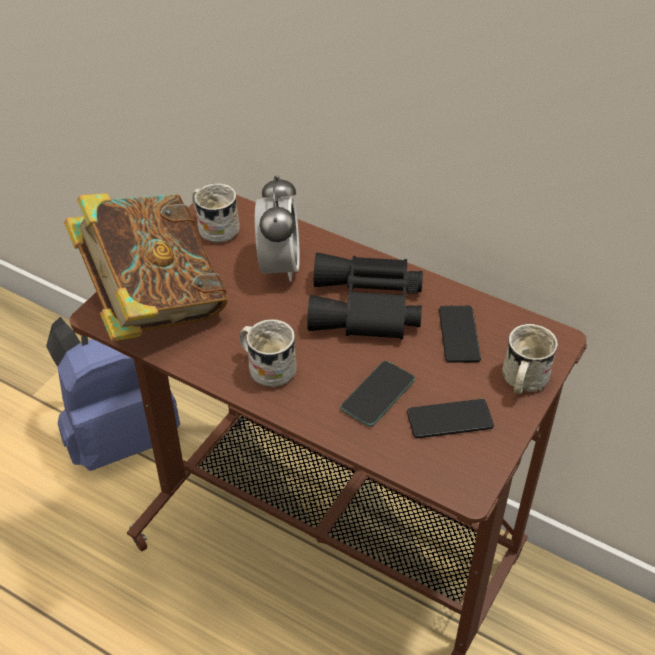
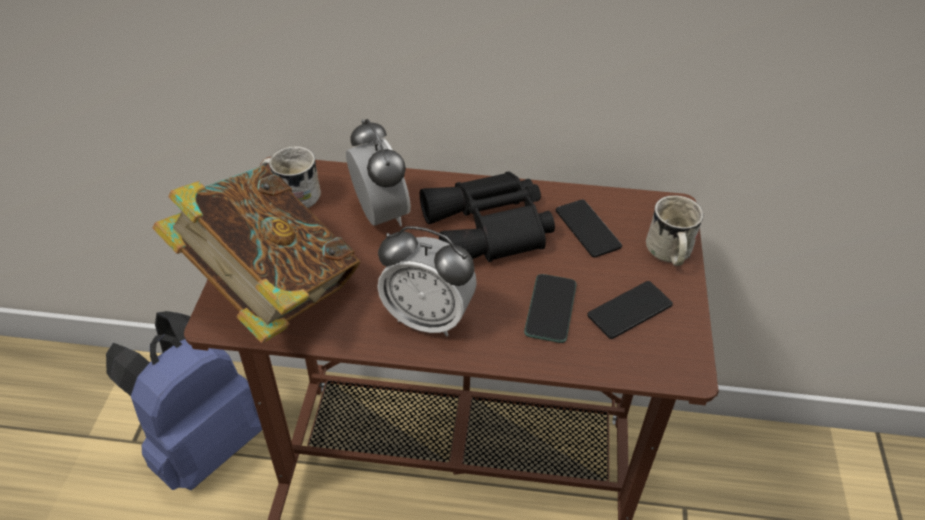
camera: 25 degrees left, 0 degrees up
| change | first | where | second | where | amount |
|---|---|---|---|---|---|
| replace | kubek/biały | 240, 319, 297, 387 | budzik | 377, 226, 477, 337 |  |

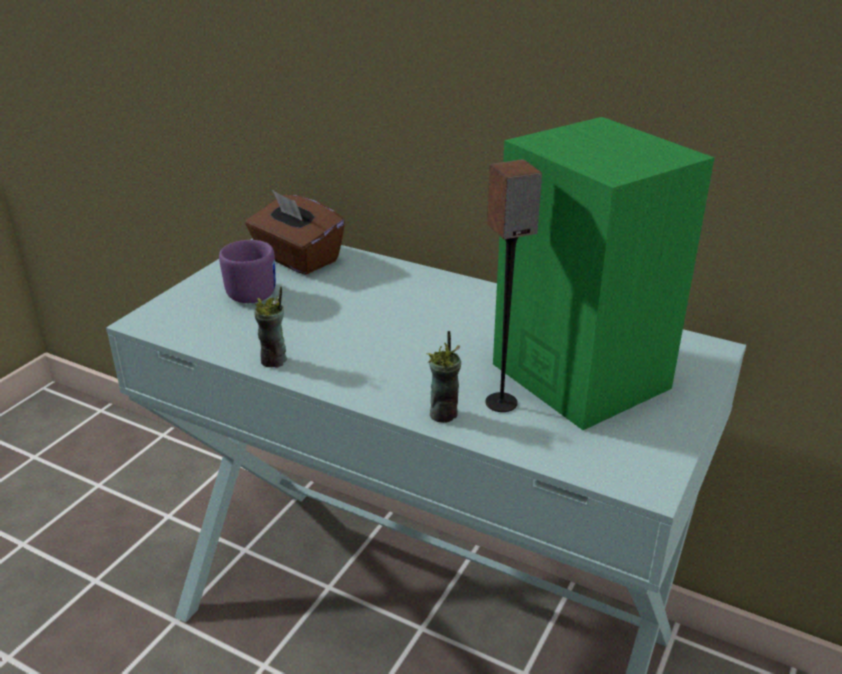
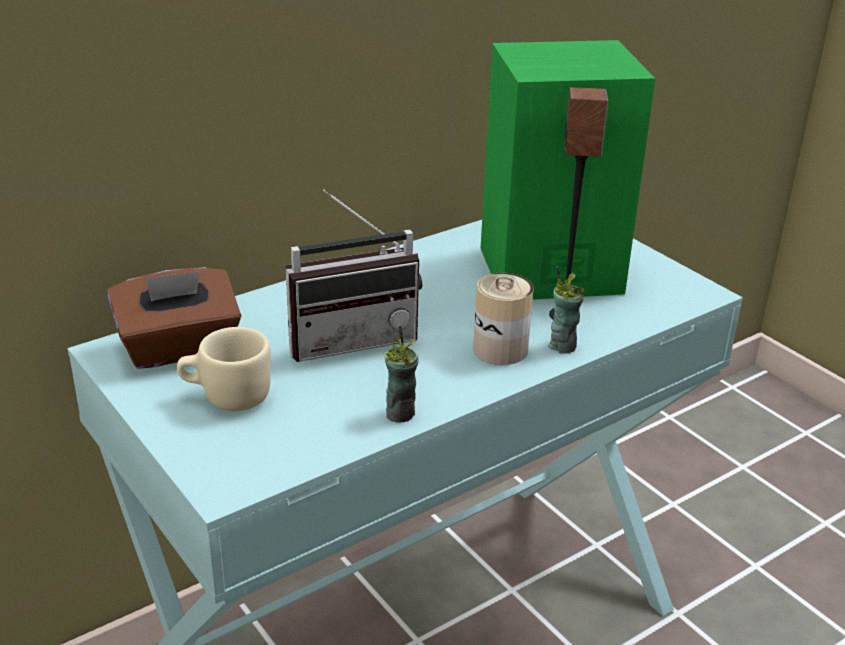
camera: 65 degrees left, 0 degrees up
| change | first | where | second | where | amount |
|---|---|---|---|---|---|
| insert |  |  | radio | 285, 189, 422, 362 |  |
| insert |  |  | puszka | 473, 273, 534, 365 |  |
| recolor | kubek/fioletowy | 219, 240, 276, 303 | kubek/beżowy | 177, 327, 270, 411 |  |

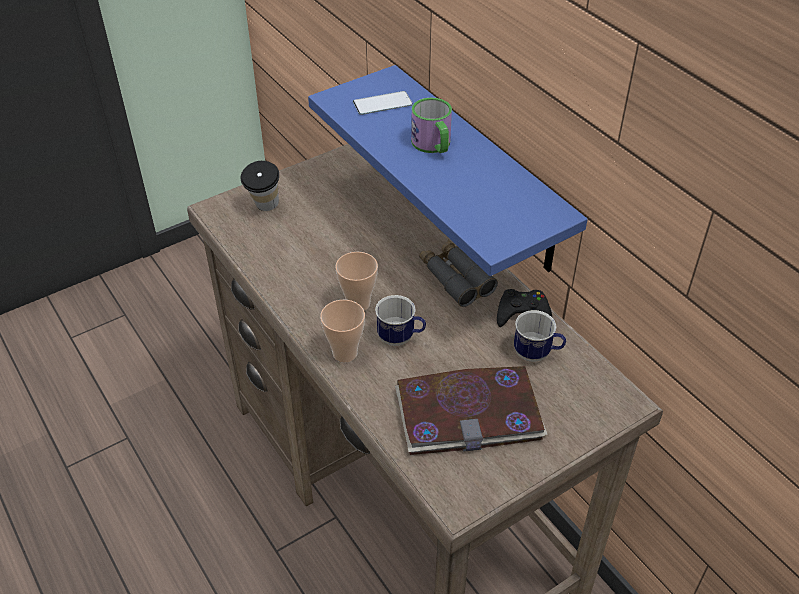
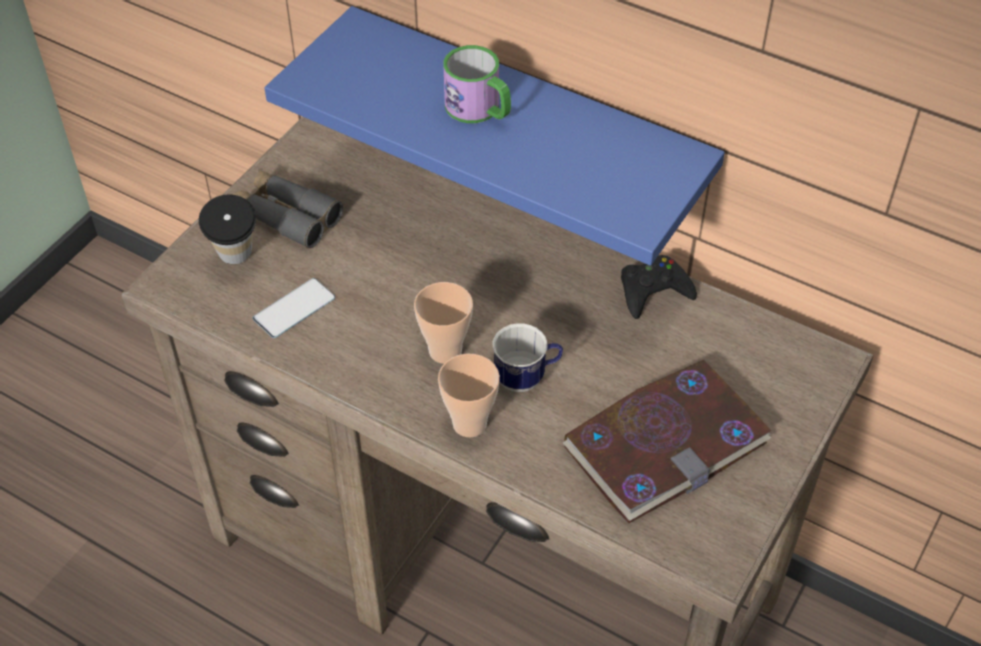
camera: 25 degrees left, 5 degrees up
| change | first | where | second | where | amount |
|---|---|---|---|---|---|
| delete | kubek | 514, 310, 566, 362 |  |  |  |
| move | telefon | 353, 91, 413, 115 |  | 253, 278, 335, 338 |  |
| move | lornetka/szary | 419, 240, 498, 307 |  | 232, 169, 343, 248 |  |

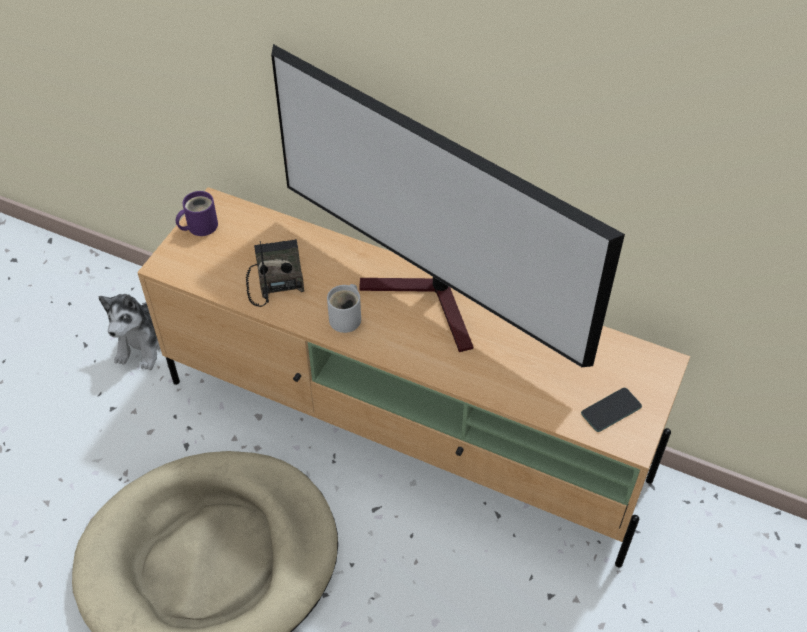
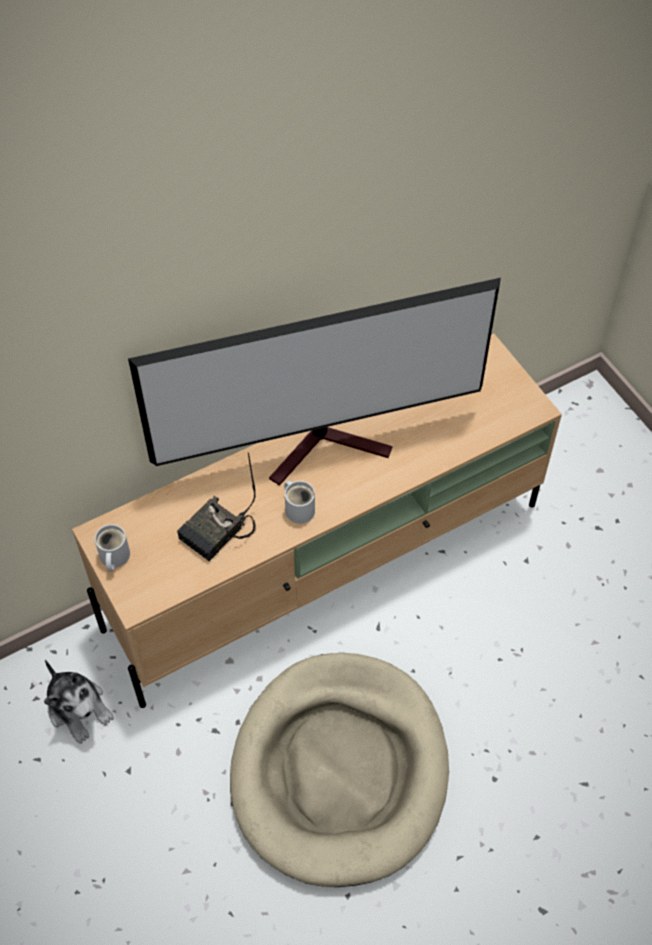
camera: 55 degrees left, 5 degrees up
| change | first | where | second | where | amount |
|---|---|---|---|---|---|
| delete | telefon | 581, 388, 642, 432 |  |  |  |
| recolor | kubek/fioletowy | 176, 191, 218, 236 | kubek/biały | 95, 524, 130, 571 |  |
| rotate | radio | 246, 239, 304, 307 |  | 177, 452, 256, 561 | 75 degrees counterclockwise |

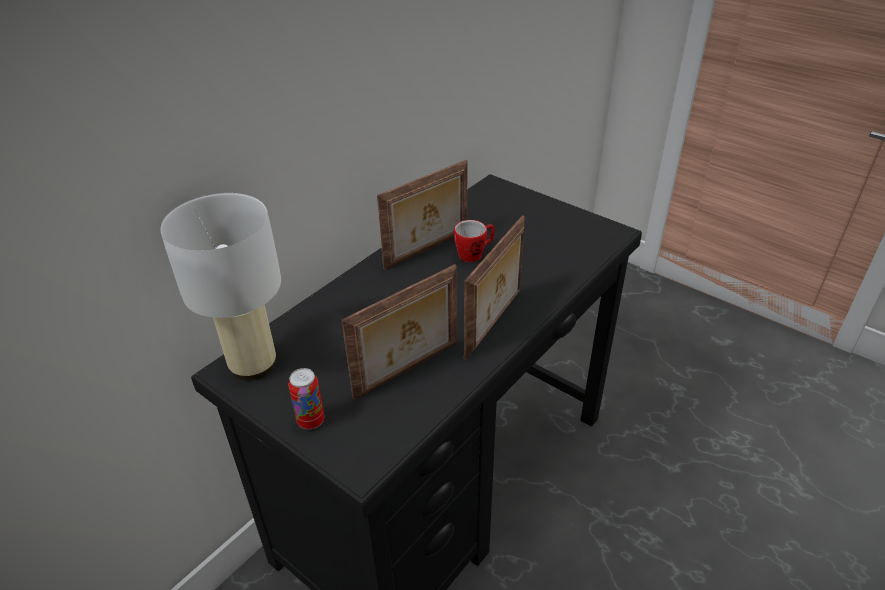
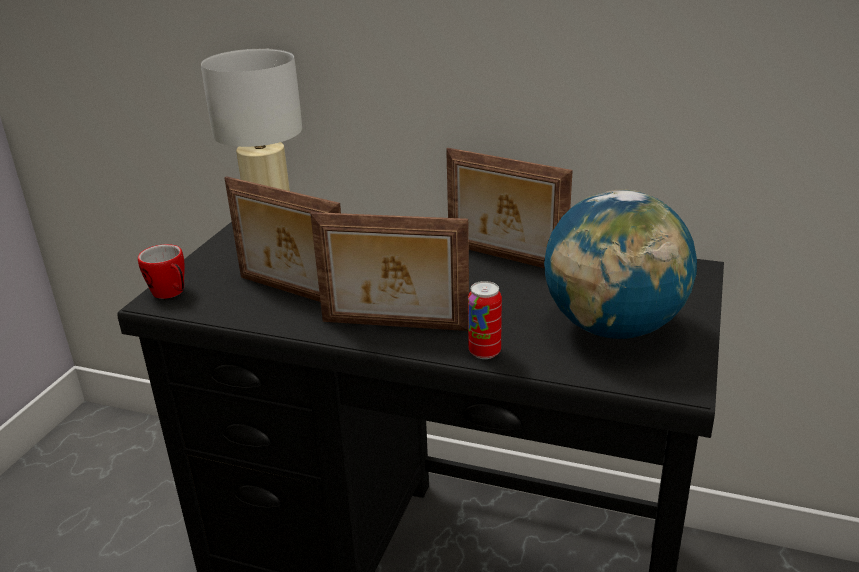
camera: 70 degrees right, 10 degrees down
| change | first | where | second | where | amount |
|---|---|---|---|---|---|
| insert |  |  | globus | 544, 190, 697, 339 |  |
| move | puszka | 289, 368, 324, 430 |  | 468, 281, 502, 359 |  |
| move | kubek | 454, 220, 495, 262 |  | 138, 244, 185, 299 |  |

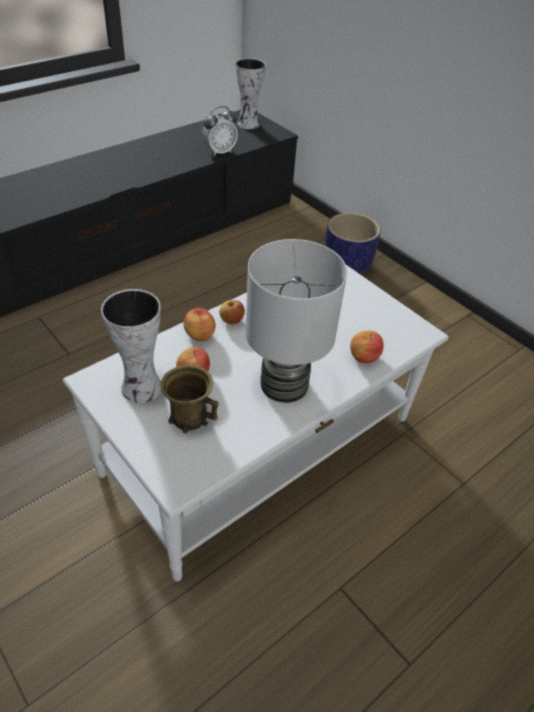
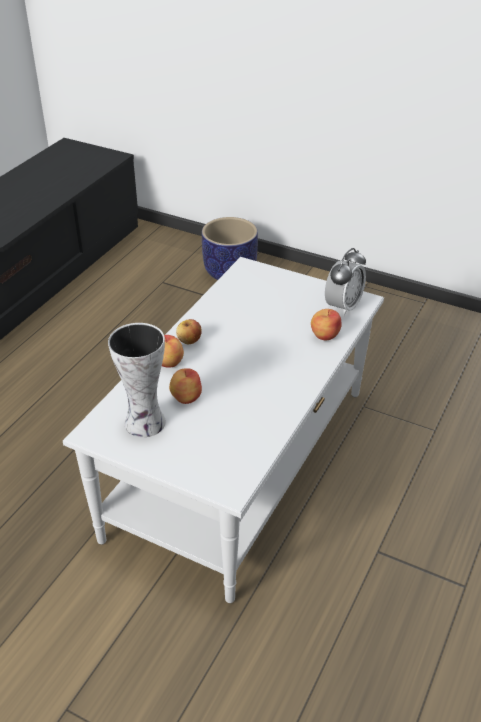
camera: 20 degrees left, 5 degrees down
| change | first | where | second | where | amount |
|---|---|---|---|---|---|
| delete | kubek/brązowy | 160, 365, 219, 433 |  |  |  |
| delete | wazon | 235, 58, 266, 129 |  |  |  |
| delete | lampa stołowa/szary | 245, 239, 347, 403 |  |  |  |
| move | budzik | 202, 106, 238, 157 |  | 325, 248, 366, 316 |  |

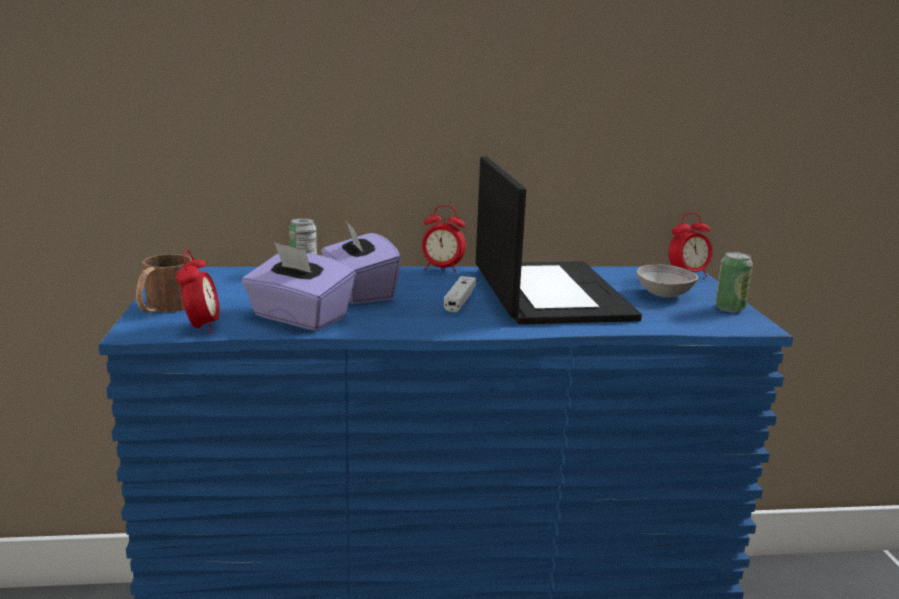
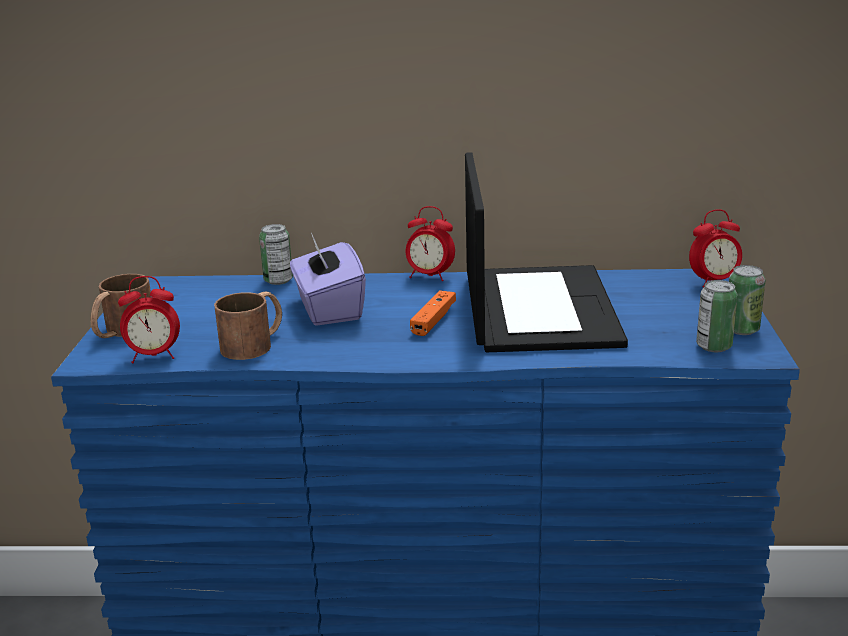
camera: 10 degrees right, 5 degrees up
| change | first | where | second | where | amount |
|---|---|---|---|---|---|
| delete | miska/szary | 637, 265, 698, 297 |  |  |  |
| insert |  |  | puszka | 696, 280, 738, 352 |  |
| replace | pudełko chusteczek/fioletowy | 242, 242, 356, 331 | kubek/brązowy | 214, 292, 282, 360 |  |
| recolor | pad do gier/biały | 444, 276, 476, 312 | pad do gier/pomarańczowy | 410, 290, 456, 336 |  |
| rotate | budzik | 176, 249, 220, 334 |  | 118, 276, 180, 363 | 75 degrees clockwise |

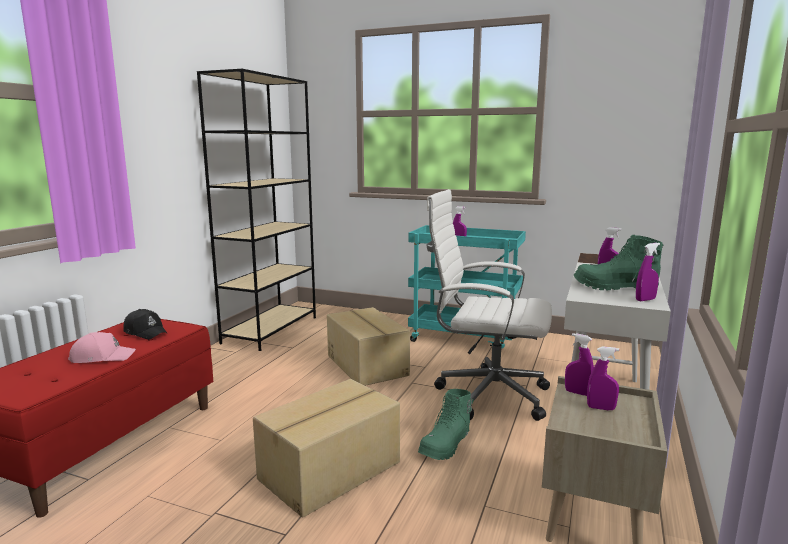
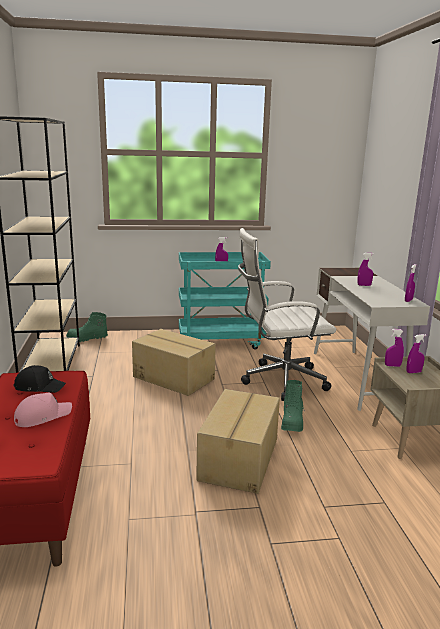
camera: 30 degrees left, 5 degrees up
| change | first | where | second | where | amount |
|---|---|---|---|---|---|
| move | but z cholewką/zielony | 574, 234, 663, 290 |  | 66, 312, 108, 342 |  |

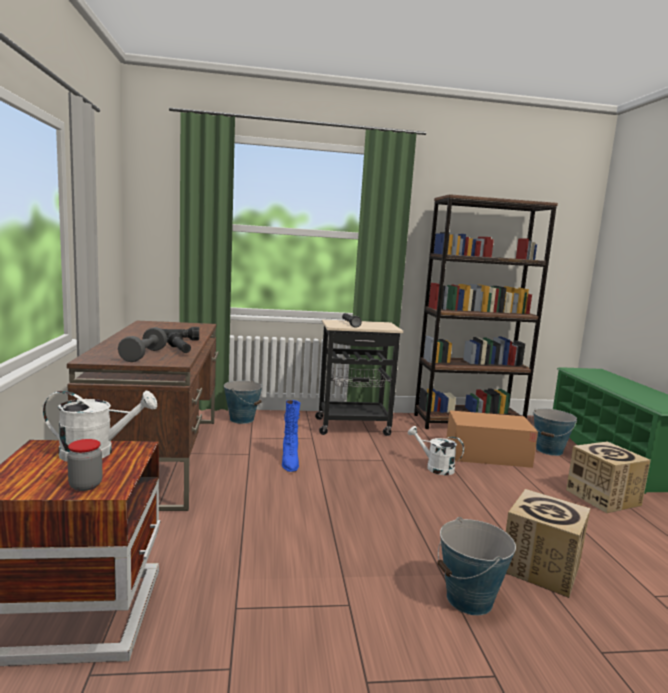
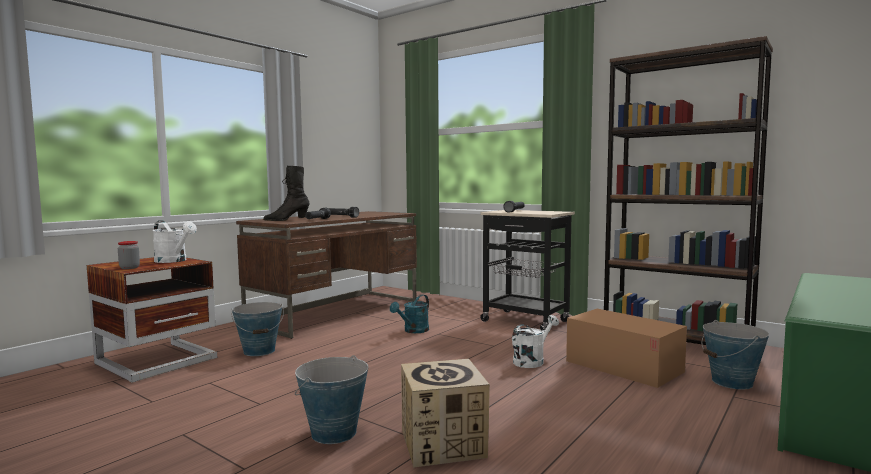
camera: 45 degrees right, 5 degrees down
| change | first | where | second | where | amount |
|---|---|---|---|---|---|
| delete | karton | 566, 442, 651, 513 |  |  |  |
| move | wiadro | 224, 380, 262, 424 |  | 231, 302, 284, 356 |  |
| replace | hantel/szary | 118, 327, 167, 362 | but z cholewką/czarny | 263, 166, 310, 221 |  |
| replace | but z cholewką/niebieski | 282, 400, 300, 472 | konewka/turkusowy | 390, 295, 429, 333 |  |
| rotate | konewka/biały | 408, 426, 464, 475 |  | 512, 315, 559, 368 | 60 degrees clockwise |

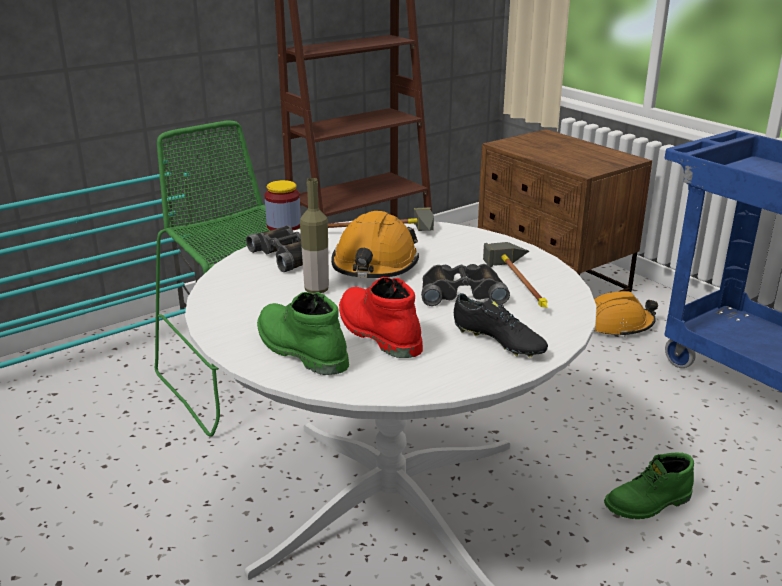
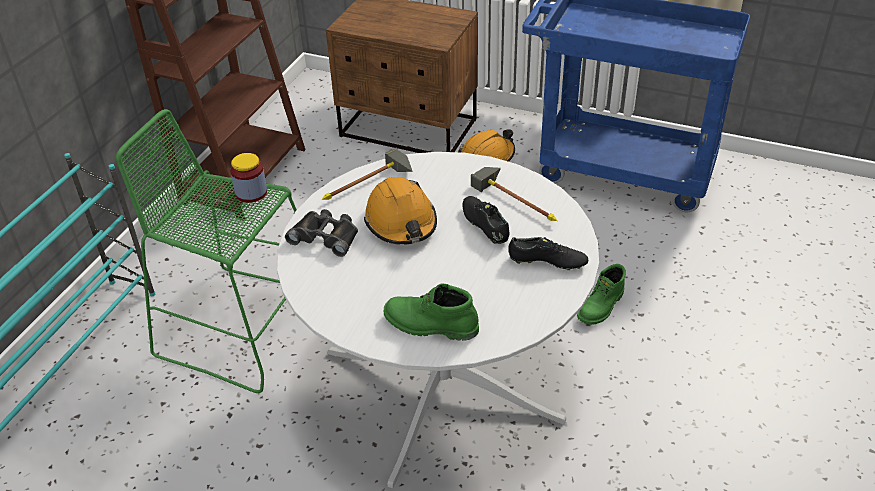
camera: 30 degrees left, 15 degrees up
| change | first | where | second | where | amount |
|---|---|---|---|---|---|
| delete | butelka | 300, 178, 329, 294 |  |  |  |
| delete | but z cholewką/czerwony | 339, 277, 423, 358 |  |  |  |
| replace | lornetka/czarny | 421, 264, 510, 306 | but/czarny | 462, 196, 510, 244 |  |

